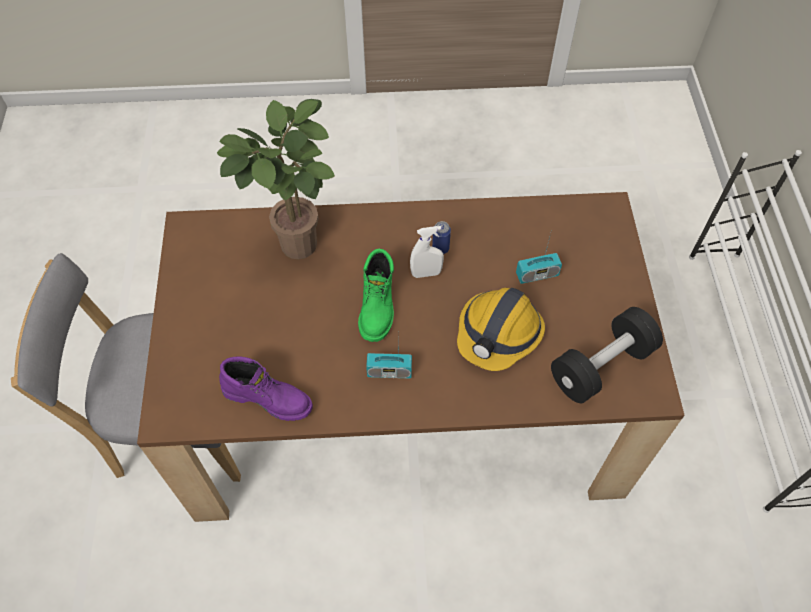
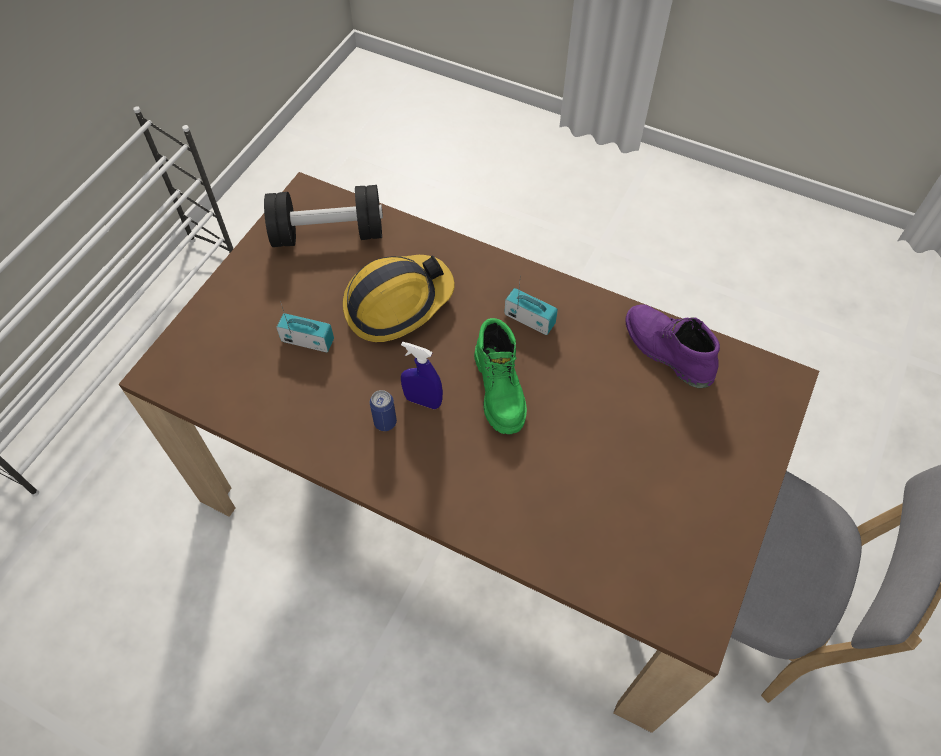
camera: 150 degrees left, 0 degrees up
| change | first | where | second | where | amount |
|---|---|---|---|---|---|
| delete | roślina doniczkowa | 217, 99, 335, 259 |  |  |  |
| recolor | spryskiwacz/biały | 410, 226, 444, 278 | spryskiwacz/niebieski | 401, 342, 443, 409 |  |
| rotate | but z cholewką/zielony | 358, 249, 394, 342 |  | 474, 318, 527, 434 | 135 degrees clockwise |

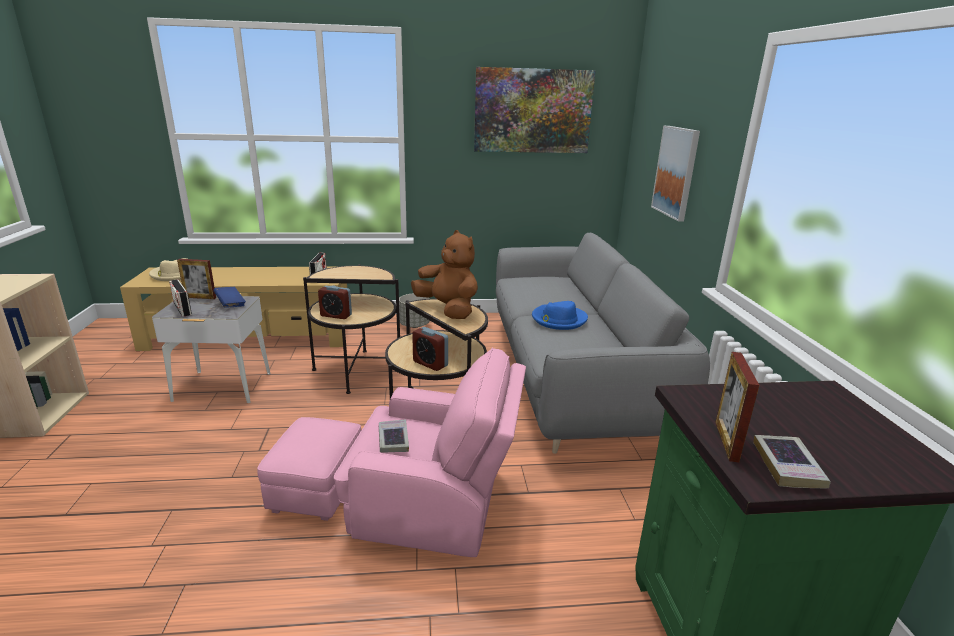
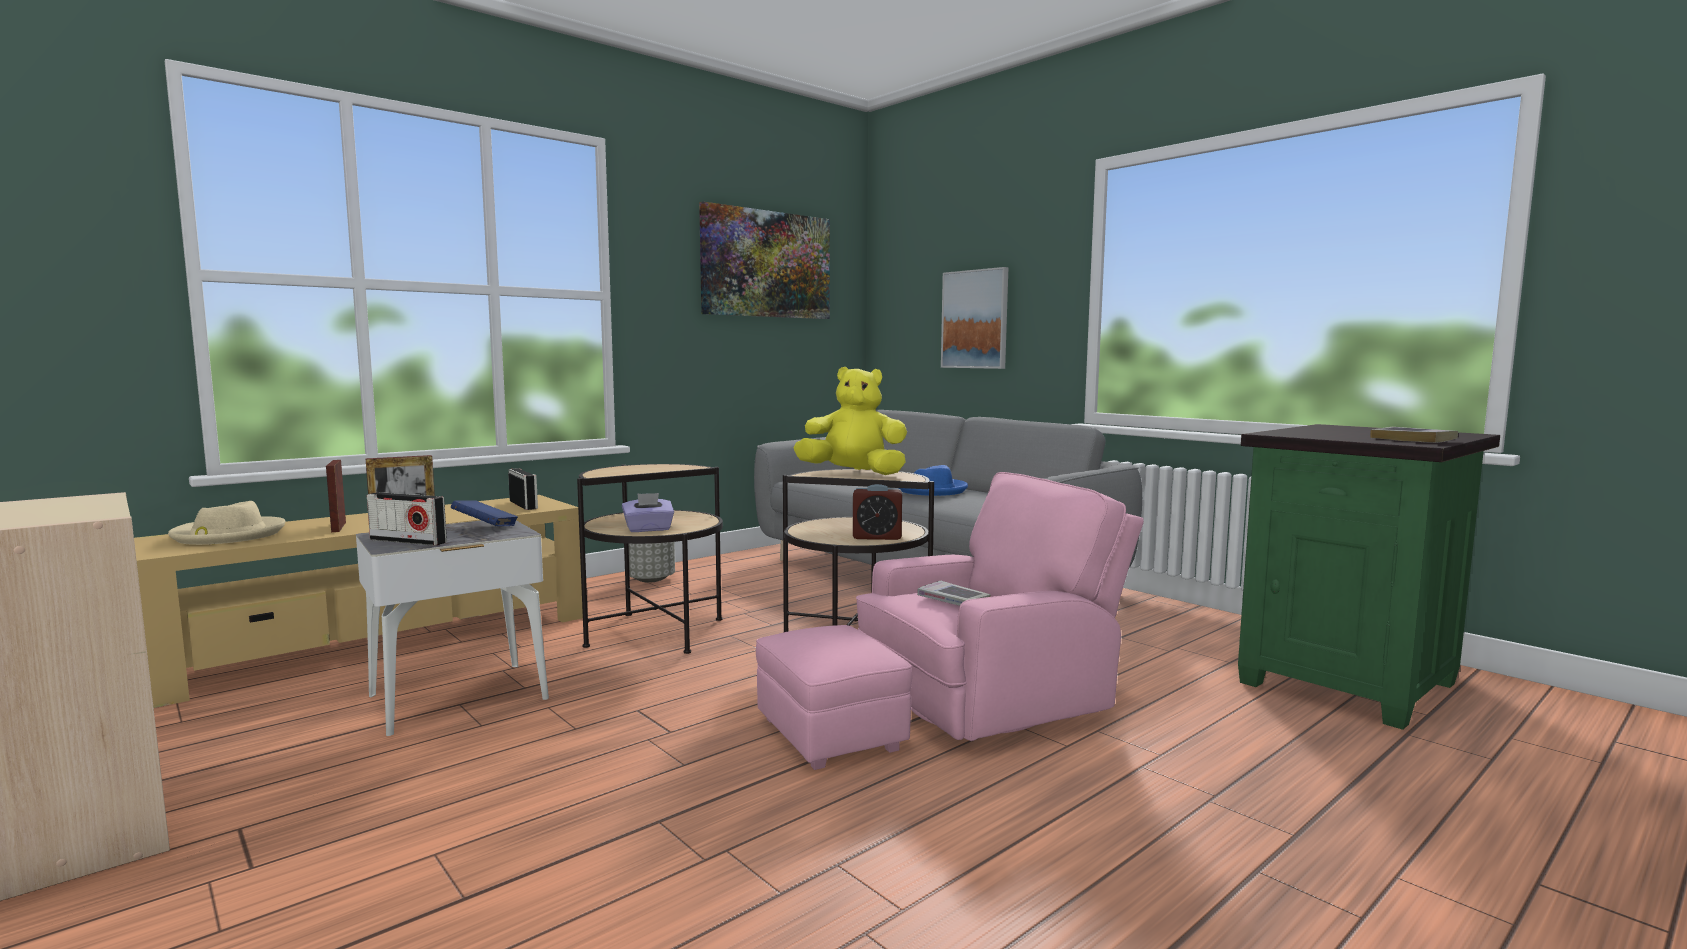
camera: 35 degrees left, 15 degrees down
| change | first | where | second | where | amount |
|---|---|---|---|---|---|
| move | ramka na zdjęcie | 715, 352, 759, 462 |  | 326, 460, 346, 532 |  |
| replace | budzik | 318, 286, 352, 319 | pudełko chusteczek/fioletowy | 622, 493, 674, 532 |  |
| recolor | pluszak/brązowy | 411, 230, 478, 319 | pluszak/żółty | 793, 367, 907, 475 |  |

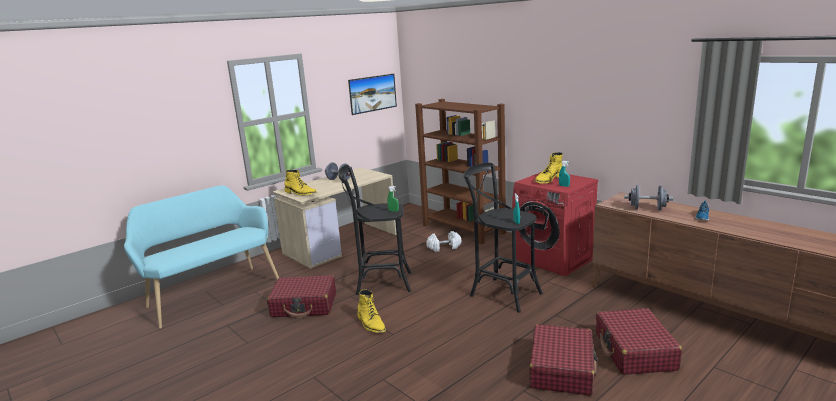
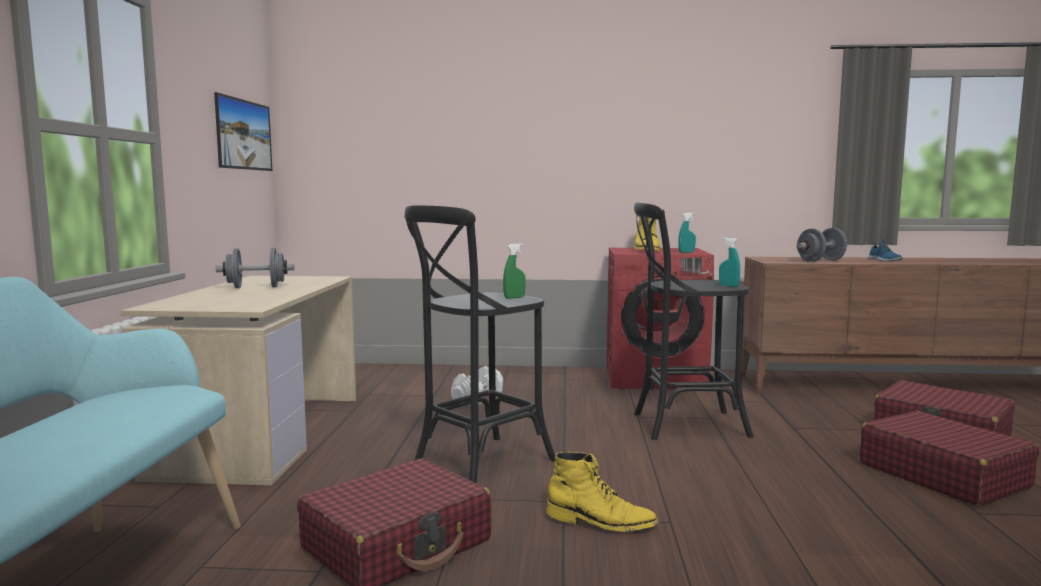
camera: 45 degrees left, 10 degrees down
| change | first | where | second | where | amount |
|---|---|---|---|---|---|
| delete | but z cholewką/żółty | 284, 170, 317, 195 |  |  |  |
| delete | regał/brązowy | 415, 99, 506, 245 |  |  |  |

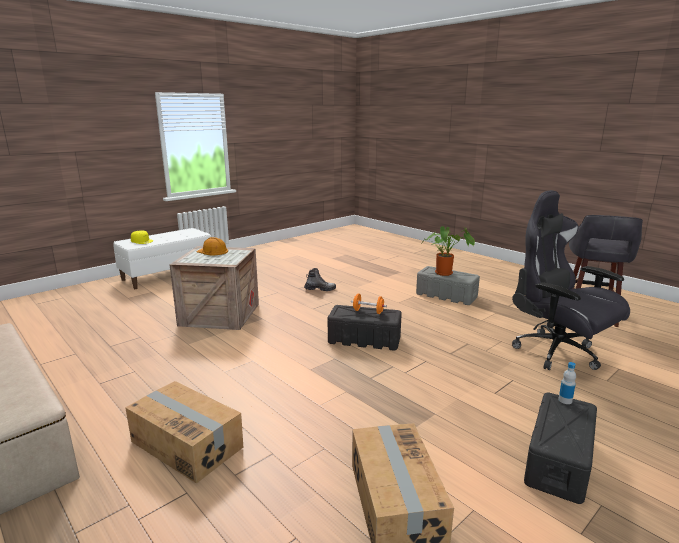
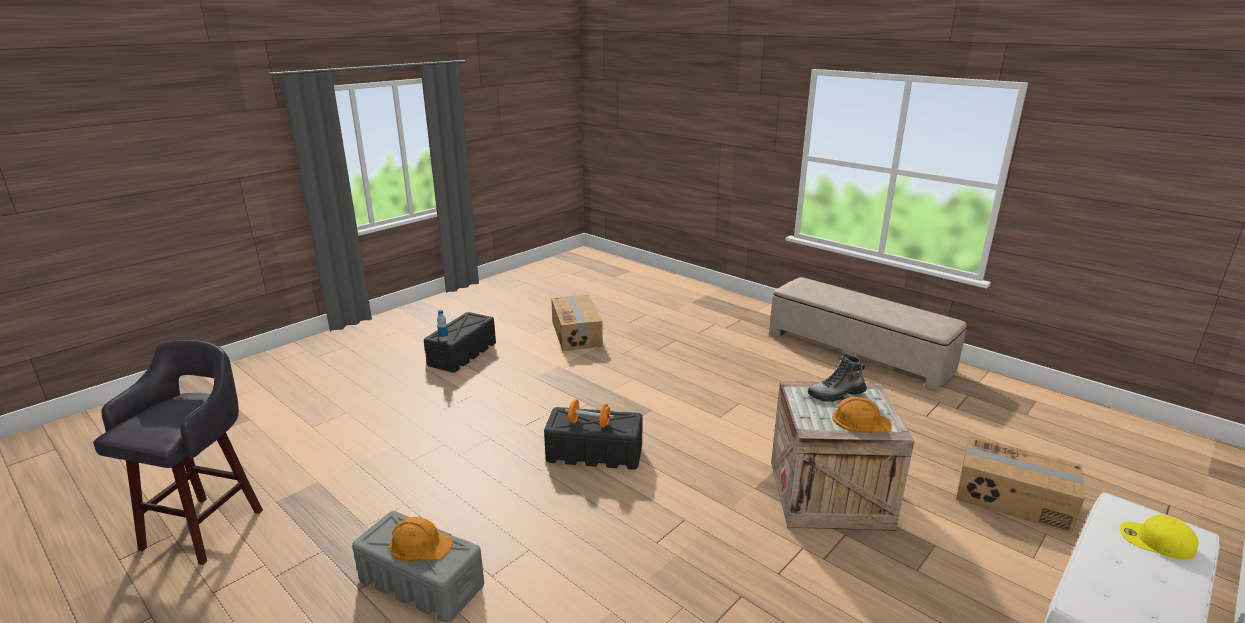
camera: 175 degrees right, 5 degrees up
| change | first | where | second | where | amount |
|---|---|---|---|---|---|
| delete | krzesło biurowe/czarny | 512, 190, 630, 370 |  |  |  |
| move | karton | 125, 381, 243, 484 |  | 956, 436, 1085, 534 |  |
| move | but z cholewką | 304, 268, 336, 291 |  | 808, 353, 867, 402 |  |
| replace | roślina doniczkowa | 422, 226, 475, 276 | kask/pomarańczowy | 389, 517, 454, 561 |  |

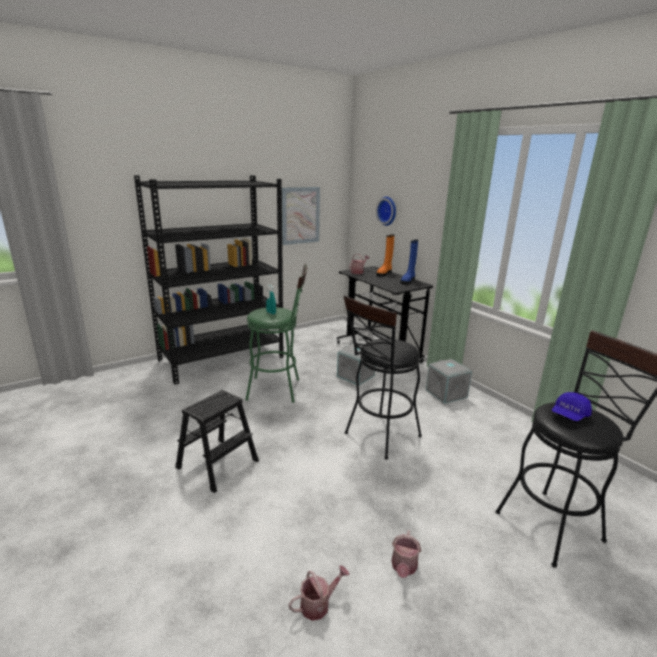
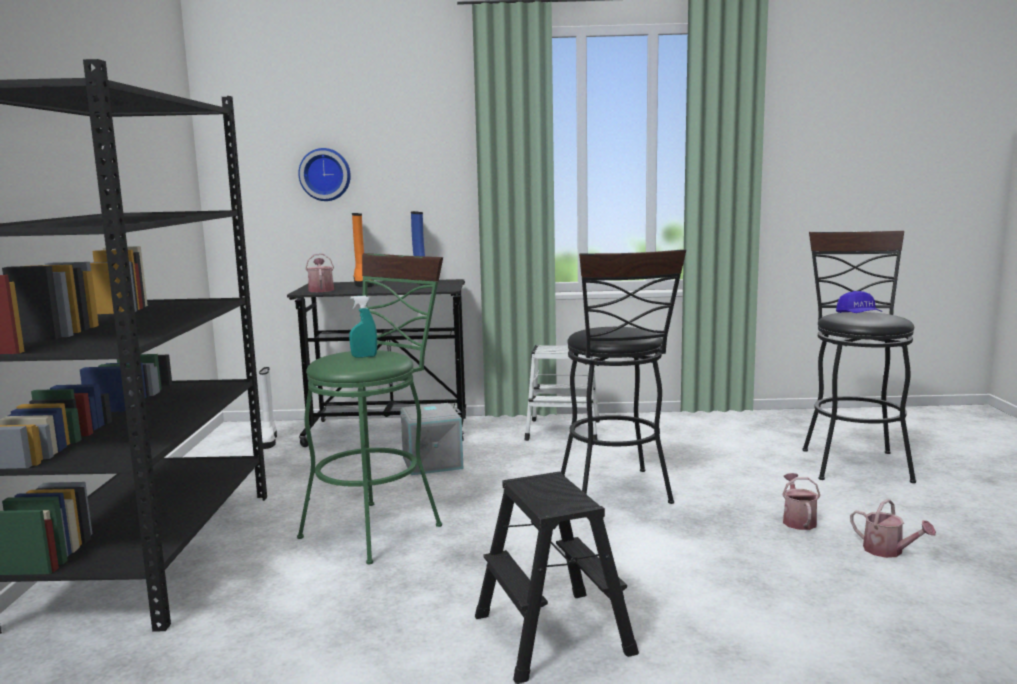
camera: 55 degrees left, 10 degrees down
| change | first | where | second | where | amount |
|---|---|---|---|---|---|
| delete | obraz | 282, 187, 320, 245 |  |  |  |
| insert |  |  | but z cholewką/biały | 257, 367, 277, 449 |  |
| move | konewka | 289, 565, 350, 621 |  | 782, 473, 820, 530 |  |
| replace | pojemnik do przechowywania/szary | 426, 359, 472, 404 | drabinka/biały | 525, 345, 600, 441 |  |

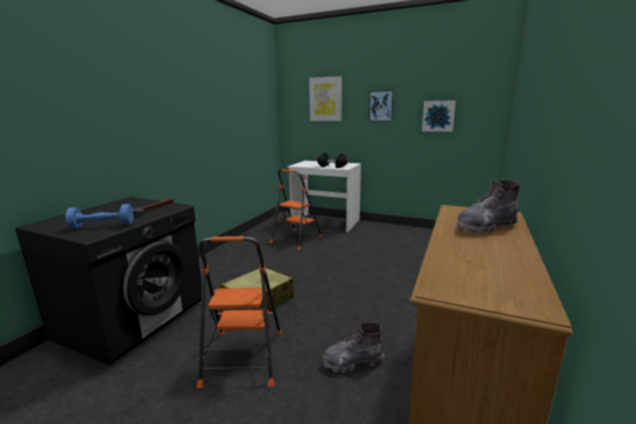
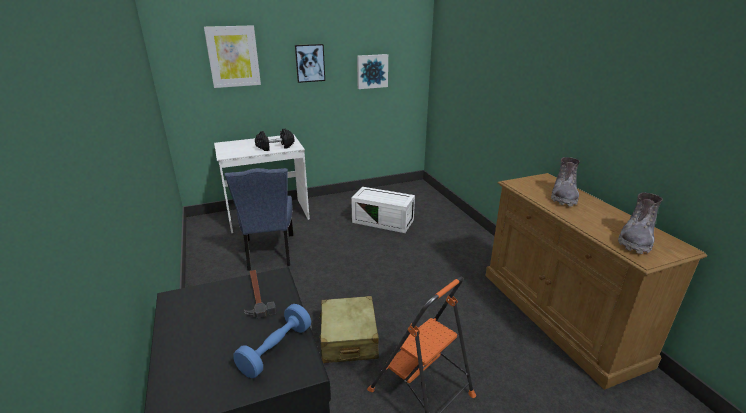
camera: 45 degrees left, 10 degrees up
| change | first | where | second | where | amount |
|---|---|---|---|---|---|
| insert |  |  | pojemnik do przechowywania/biały | 351, 187, 415, 233 |  |
| move | but z cholewką/szary | 323, 322, 385, 373 |  | 618, 193, 663, 254 |  |
| replace | drabinka/pomarańczowy | 269, 169, 323, 250 | krzesło/niebieski | 224, 168, 293, 271 |  |

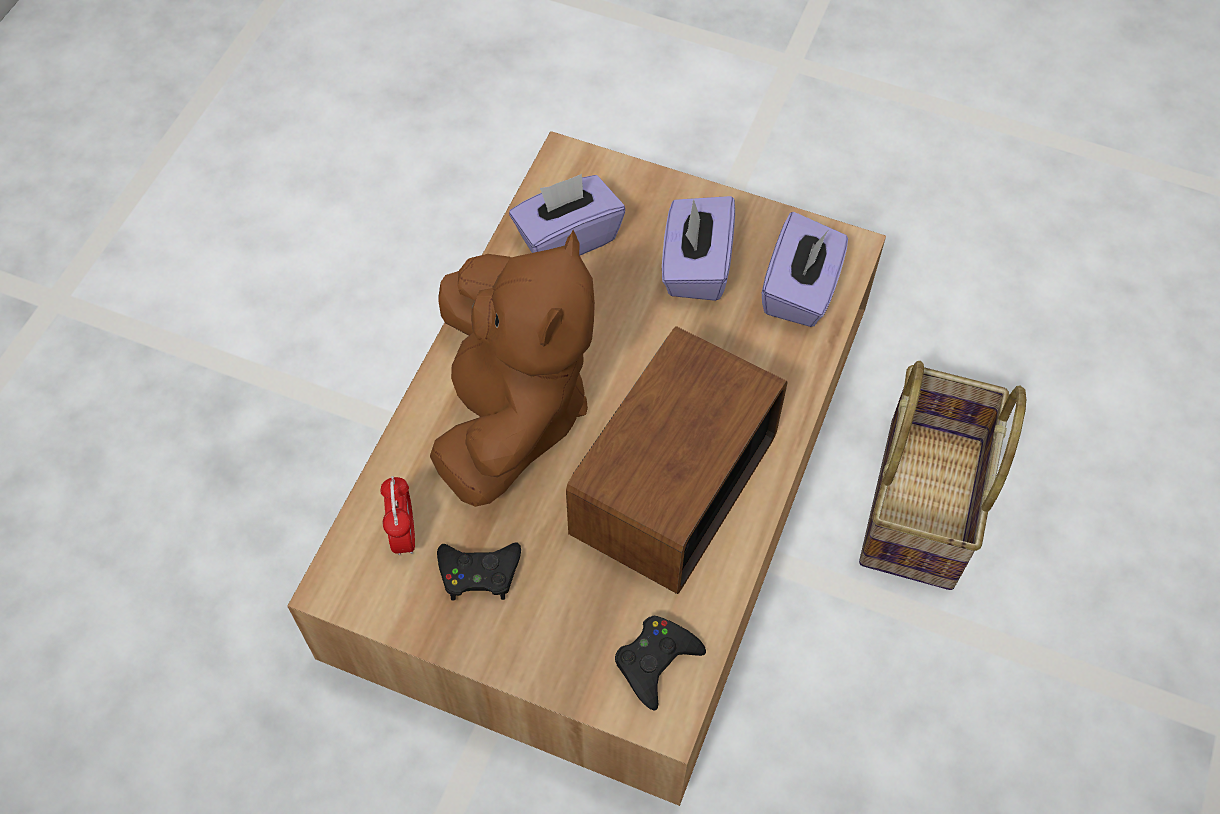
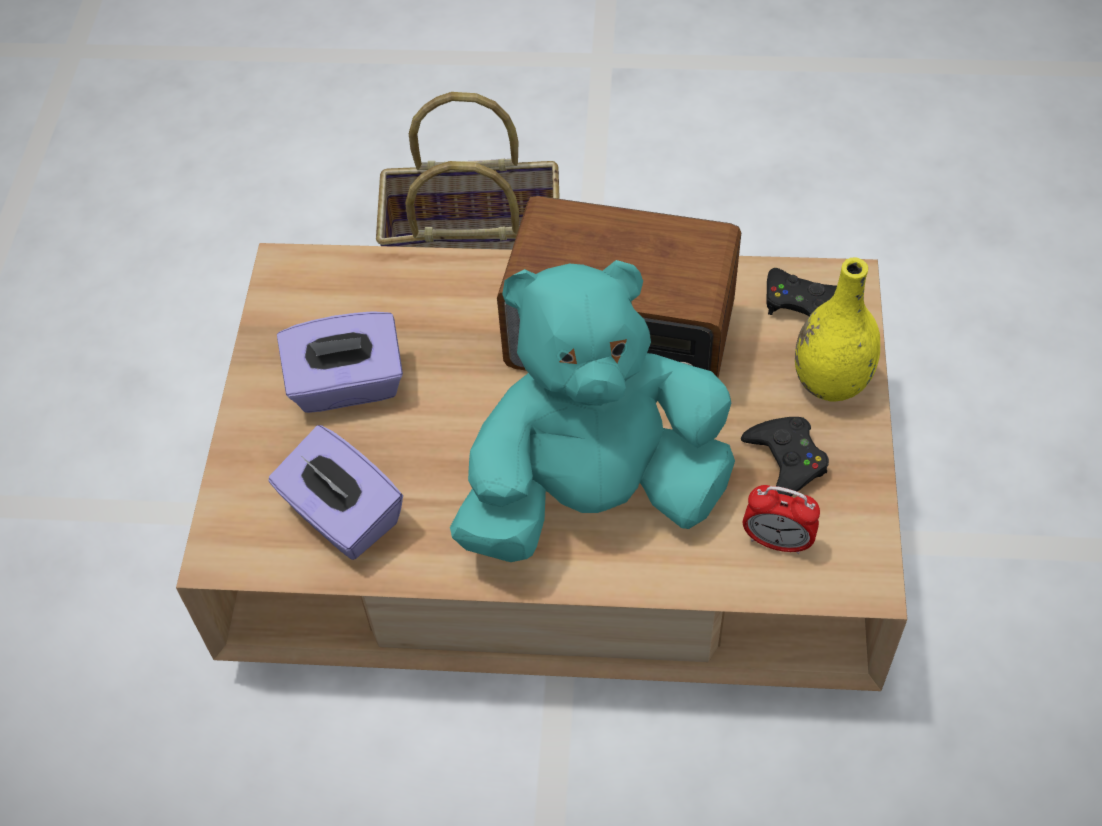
camera: 105 degrees left, 5 degrees down
| change | first | where | second | where | amount |
|---|---|---|---|---|---|
| delete | pudełko chusteczek/fioletowy | 762, 212, 848, 327 |  |  |  |
| insert |  |  | wazon/żółty | 795, 257, 880, 402 |  |
| recolor | pluszak/brązowy | 430, 230, 595, 507 | pluszak/turkusowy | 450, 260, 735, 562 |  |
| rotate | budzik | 380, 476, 415, 555 |  | 743, 485, 820, 554 | 135 degrees counterclockwise |

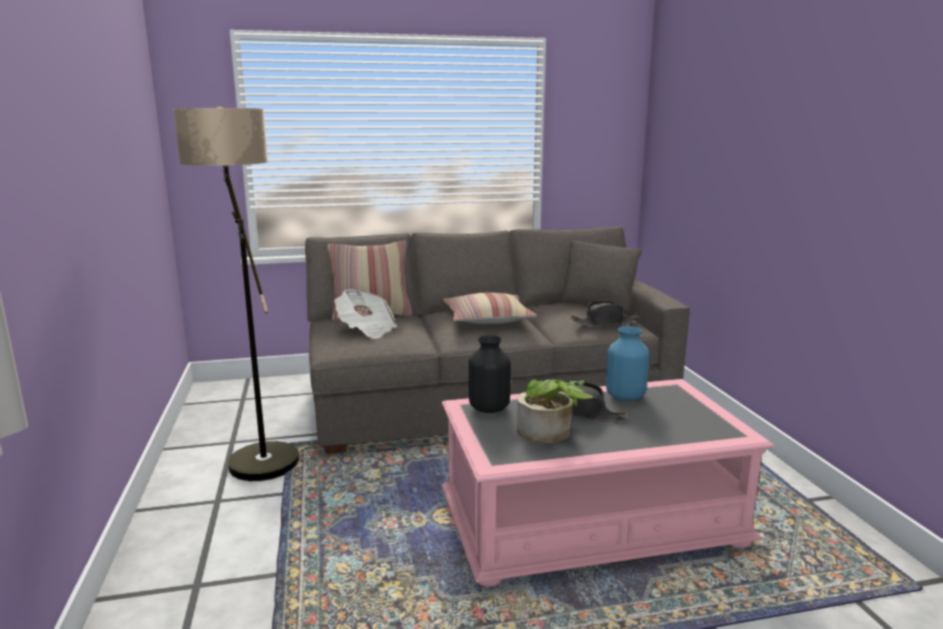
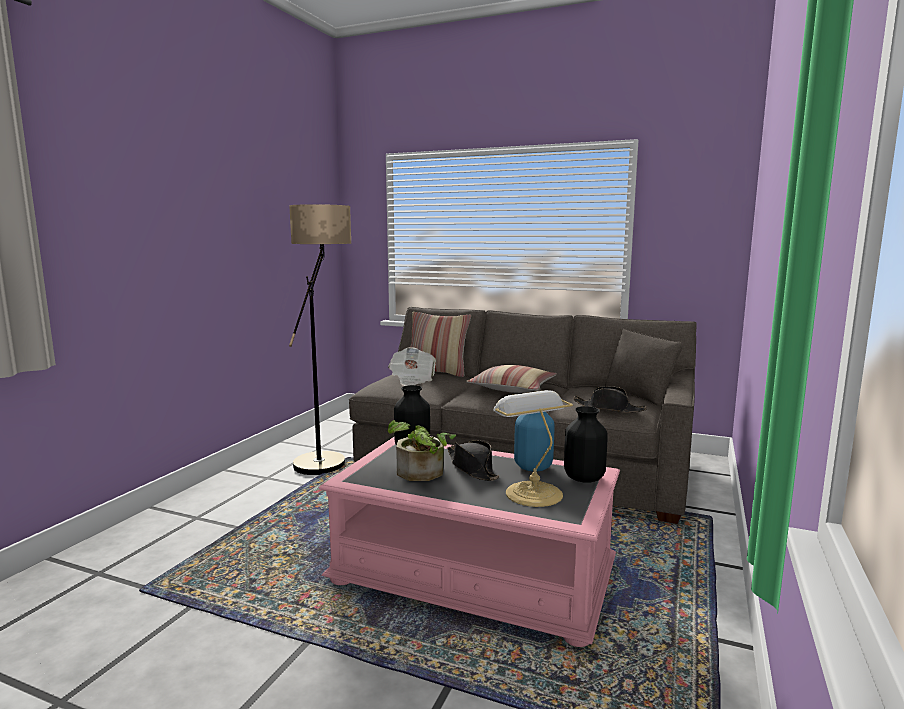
camera: 35 degrees right, 5 degrees down
| change | first | where | second | where | amount |
|---|---|---|---|---|---|
| insert |  |  | lampa stołowa | 493, 390, 573, 507 |  |
| insert |  |  | wazon/czarny | 564, 406, 608, 483 |  |

